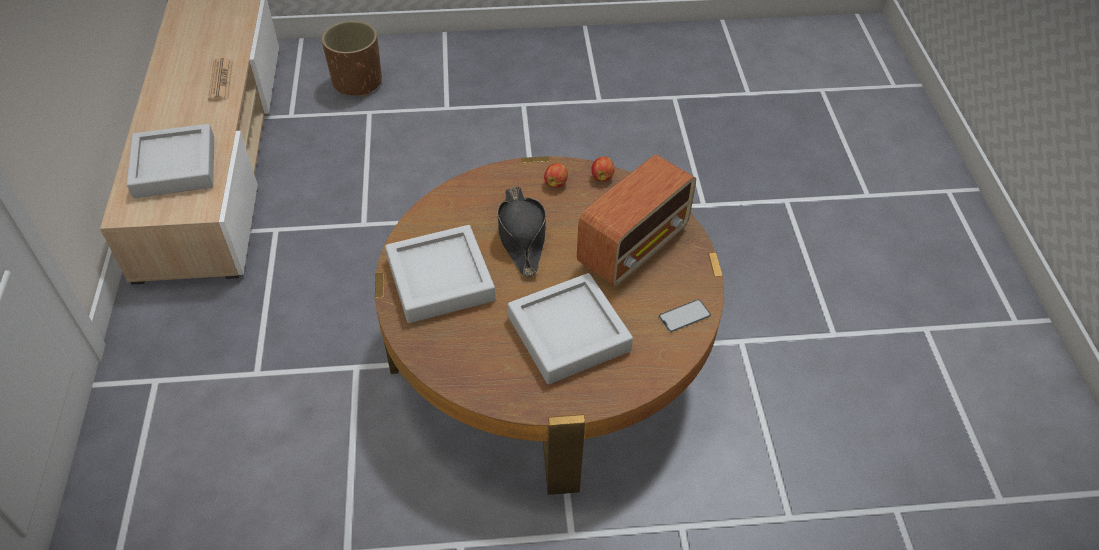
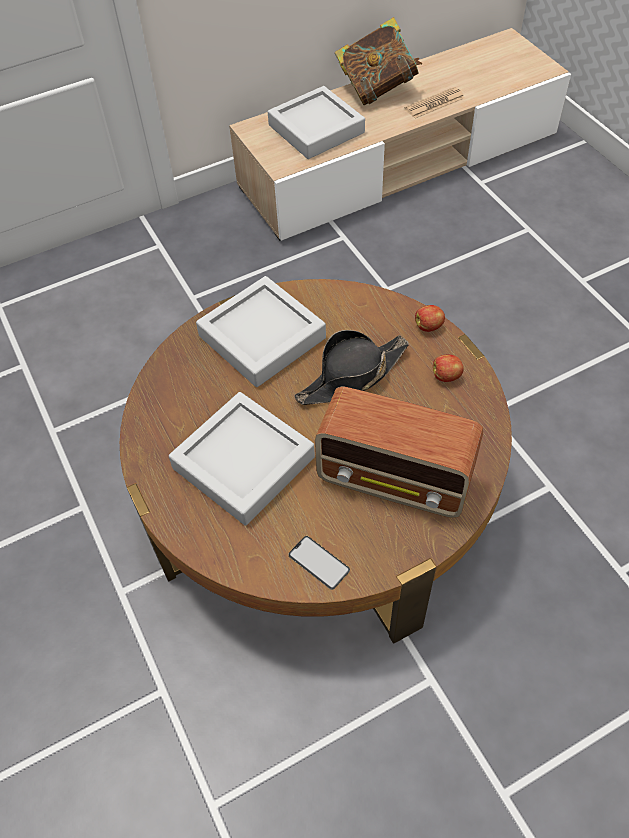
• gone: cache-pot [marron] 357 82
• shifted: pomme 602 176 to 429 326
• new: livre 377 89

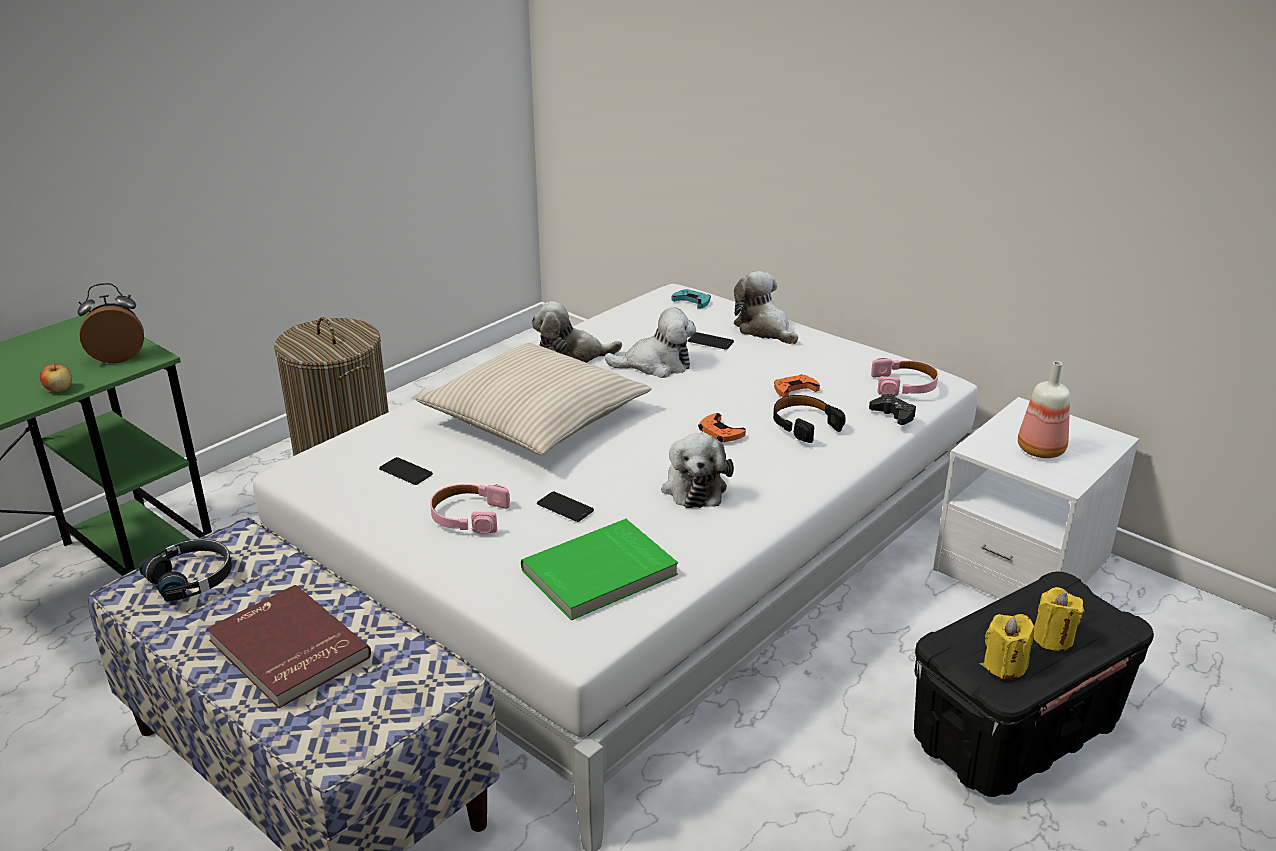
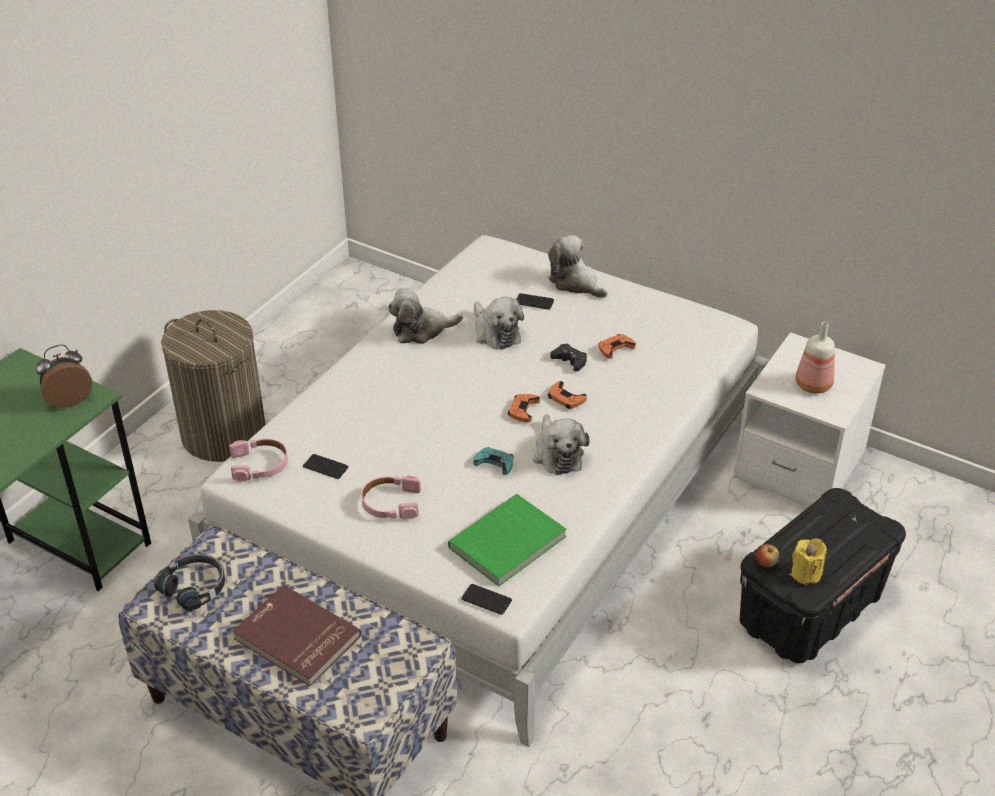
• shifted: manette [turquoise] 692 301 to 494 463
• rotated: peluche 656 365 = 495 333 75 degrees clockwise
• gone: coussin [beige] 535 417
• shifted: casque audio [rose] 904 385 to 260 465
• shifted: pomme 59 389 to 766 562
• shifted: manette [noir] 893 415 to 570 361
• gone: casque audio [noir] 804 424
• shifted: téléphone 565 507 to 486 600
• gone: bougie [jaune] 1053 638
• new: manette [orange] 523 410

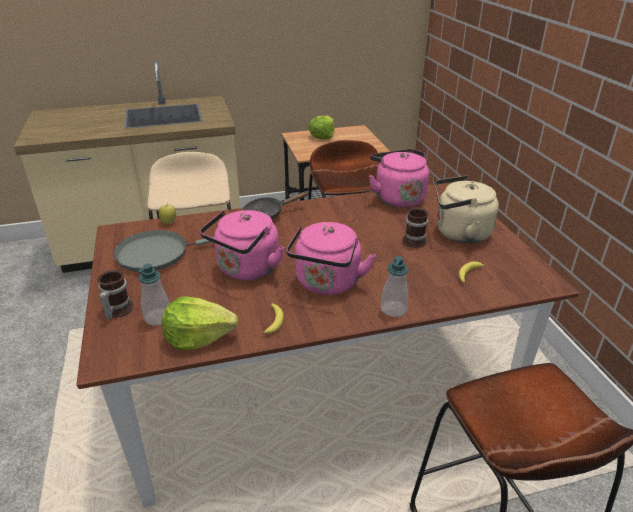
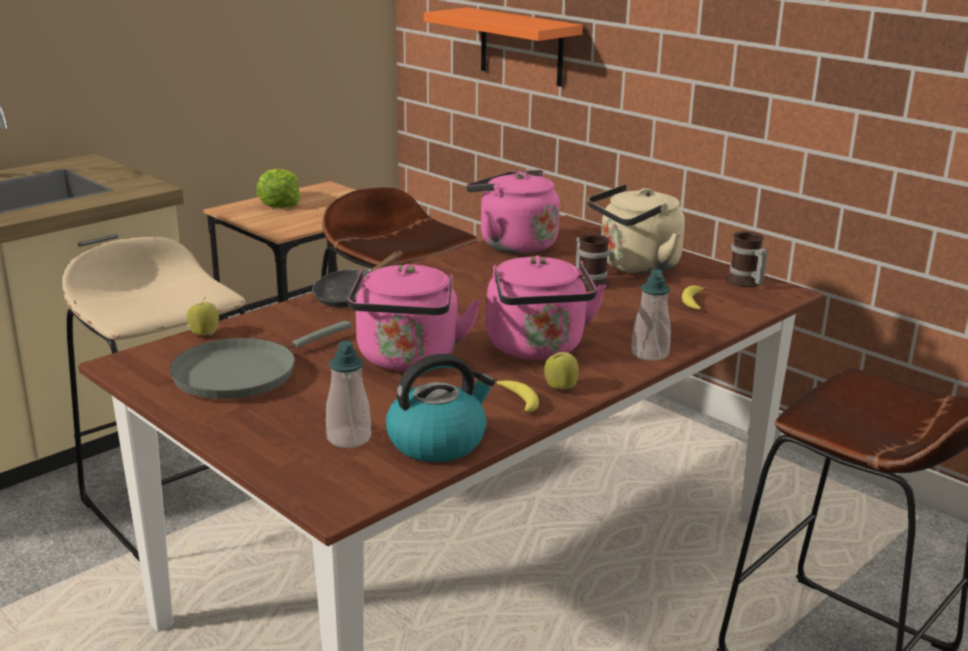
• shifted: mug 116 310 to 744 282
• swapped: laitue 198 337 to bouilloire 438 441
• new: étagère [orange] 521 47
• new: pomme 560 387

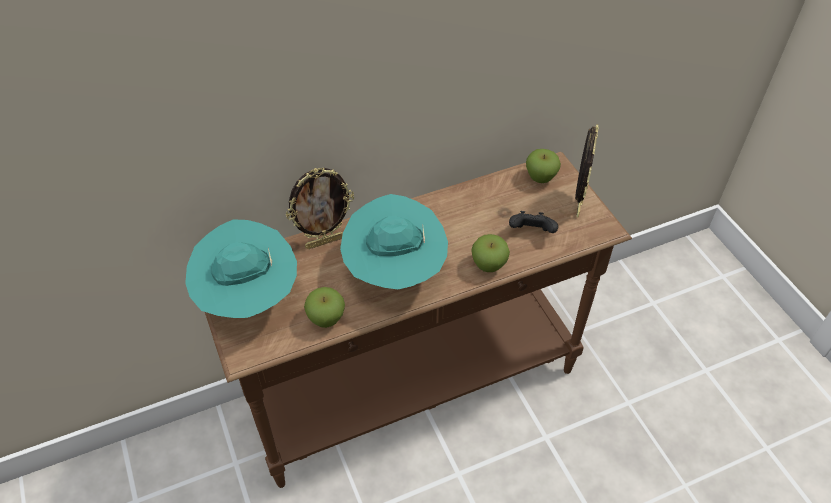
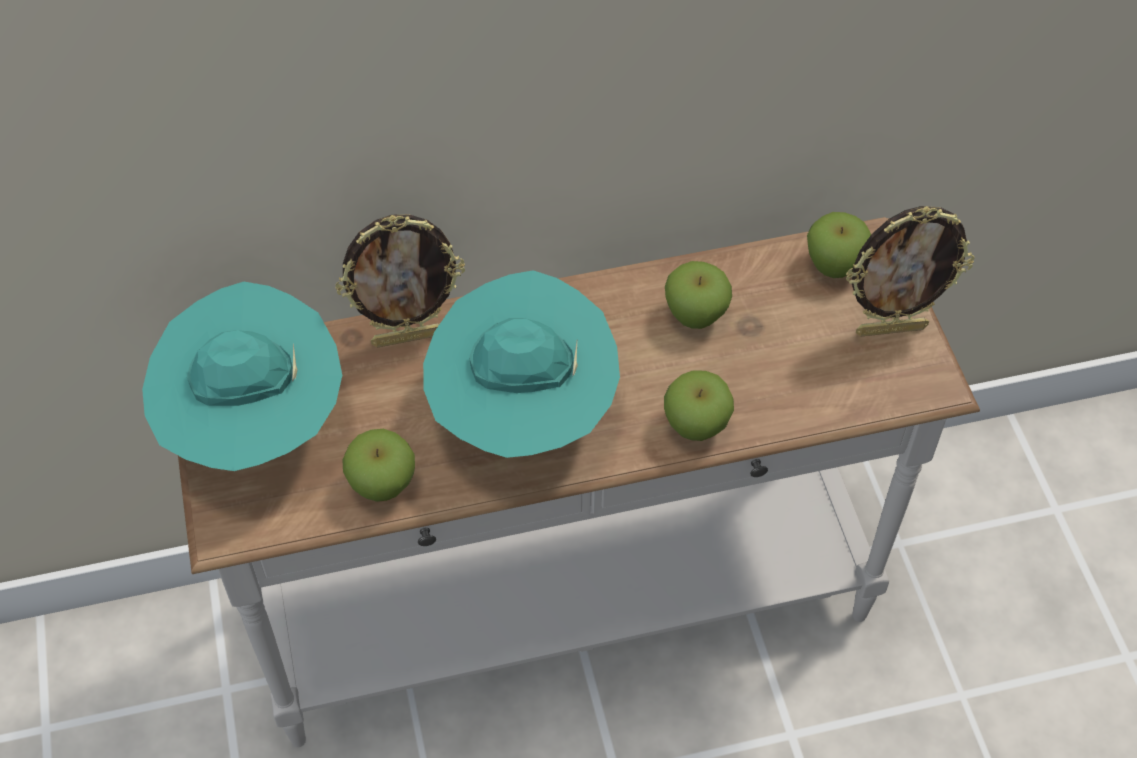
• rotated: cadre photo 577 204 = 890 329 60 degrees clockwise
• repainted: table console [marron] 415 391 to table console [blanc] 568 611
• gone: manette [noir] 531 232
• new: pomme 695 316

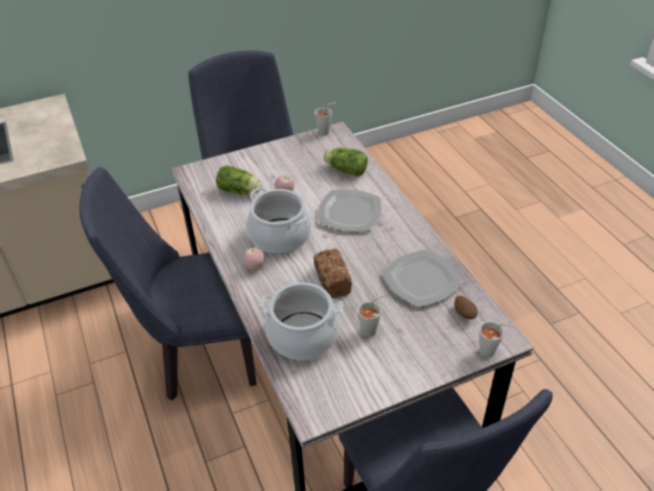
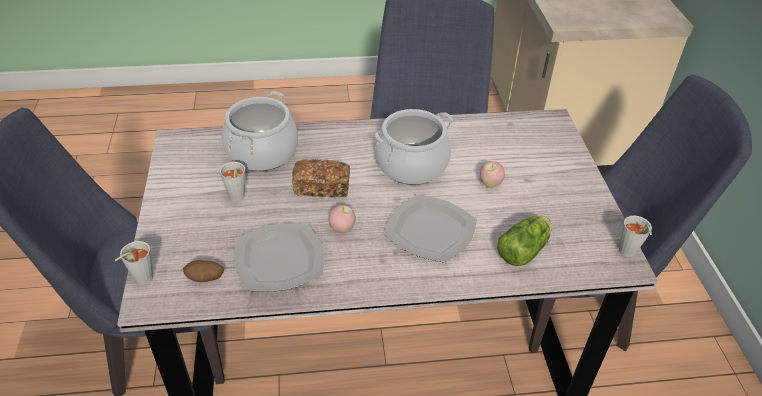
• gone: laitue 240 191
• shifted: pomme 255 267 to 342 229

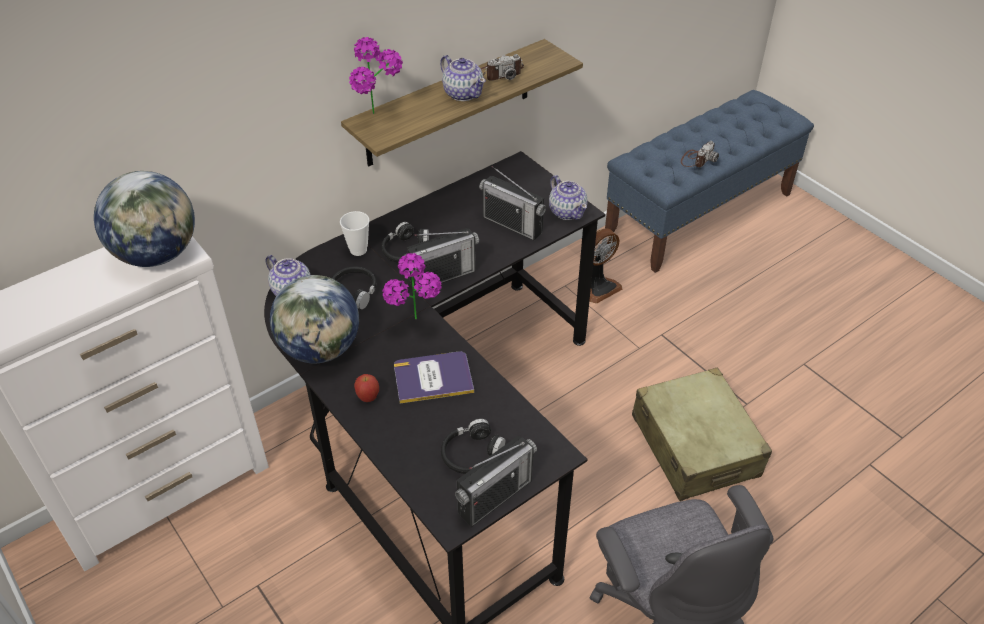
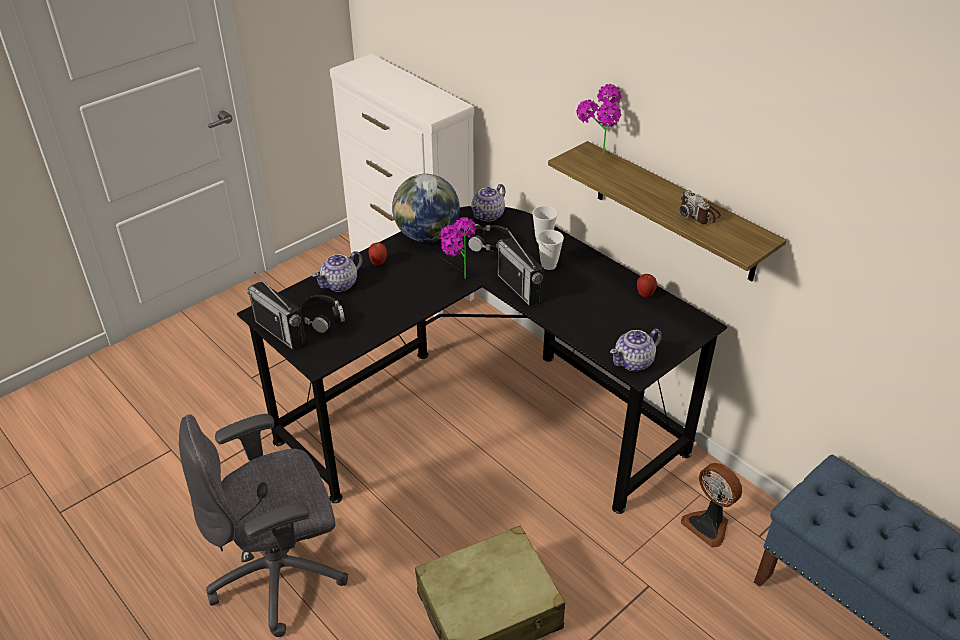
• shifted: théière 463 93 to 340 284
• gone: appareil photo 697 159
• gone: radio 512 224
• gone: globe 157 254
• swapped: casque audio [noir] 406 250 to tasse 548 265
• gone: livre 433 378
• new: pomme 645 295

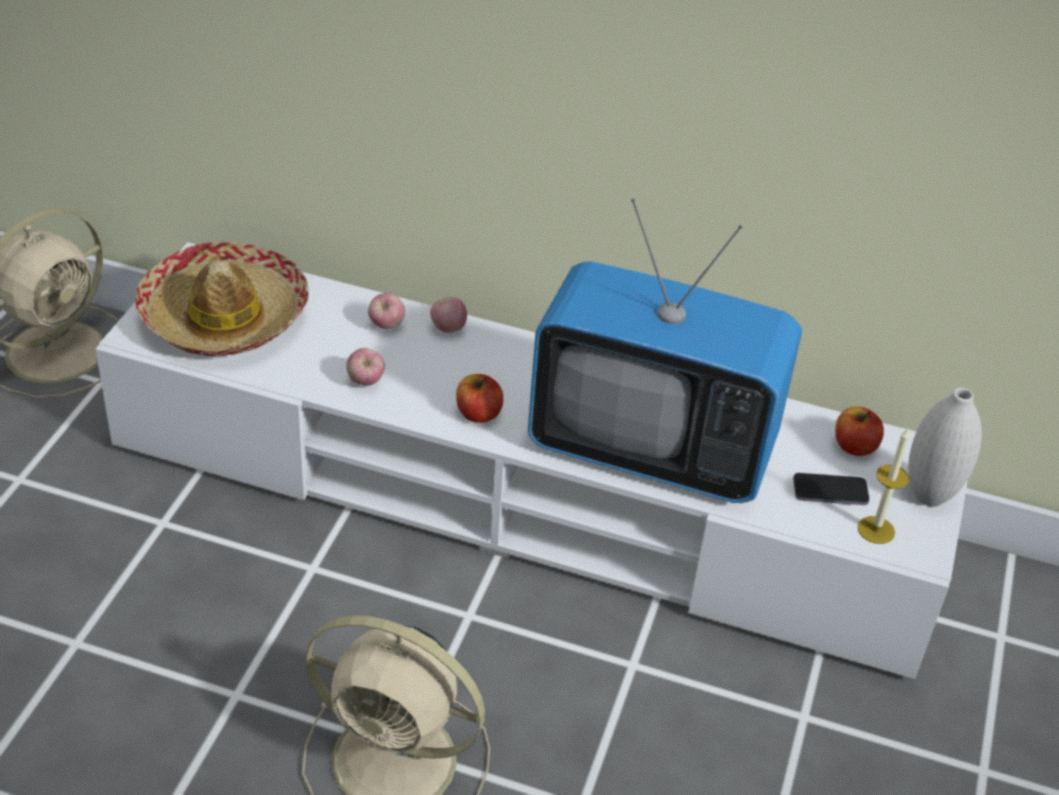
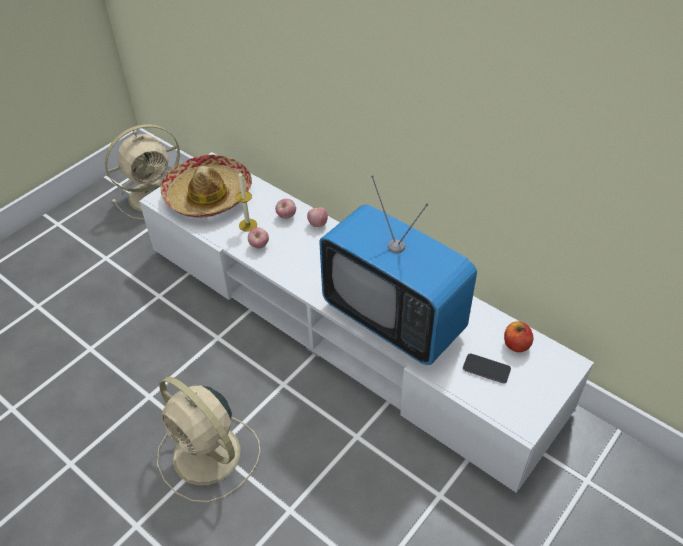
• gone: pomme 478 414
• gone: vase [blanc] 929 496
• shifted: bougie 876 530 to 248 225

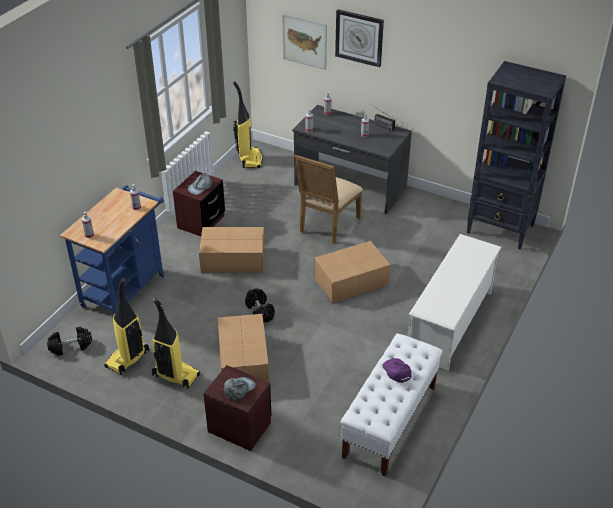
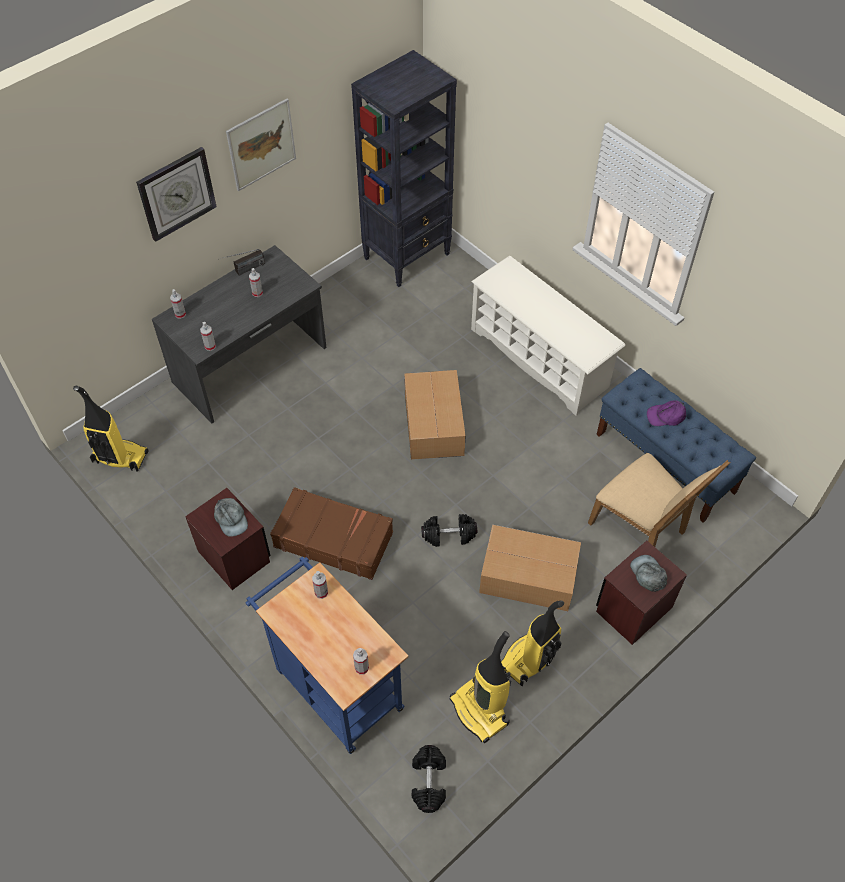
• shifted: tableau 304 41 to 261 144
• shifted: chaise [beige] 326 226 to 642 529
• swapped: carton 232 259 to valise [marron] 333 539
• repainted: banc [blanc] 390 421 to banc [bleu] 665 463

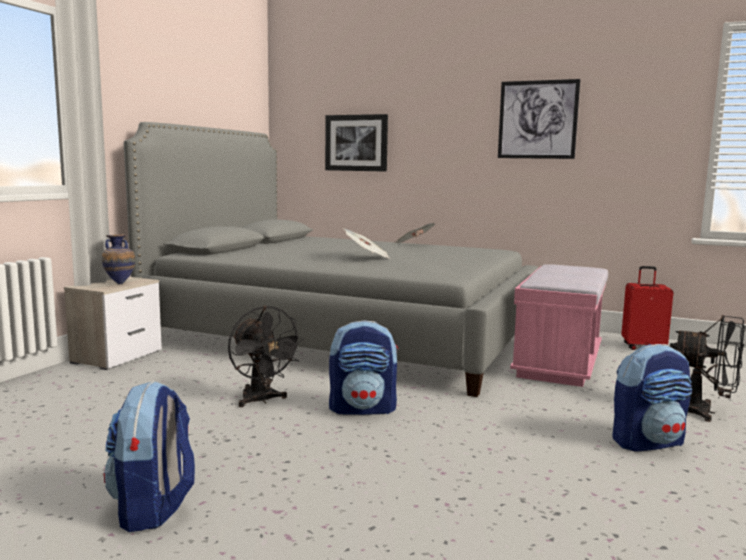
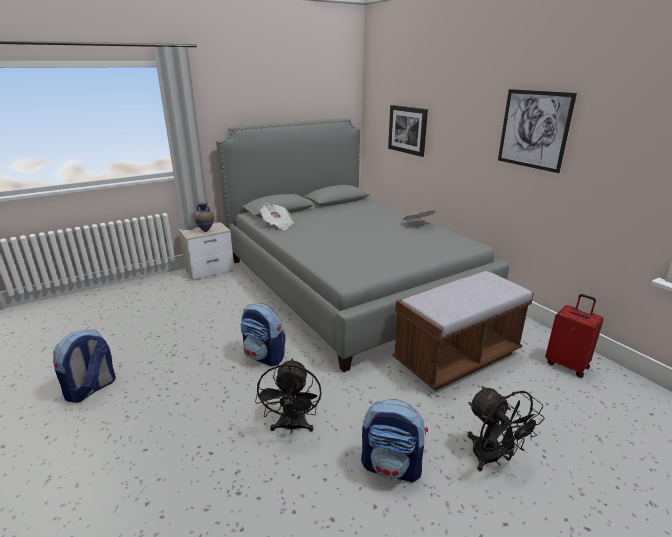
• shifted: journal 367 257 to 277 225
• repainted: banc [rose] 558 363 to banc [marron] 457 358
• shifted: ventilateur [noir] 261 400 to 292 427

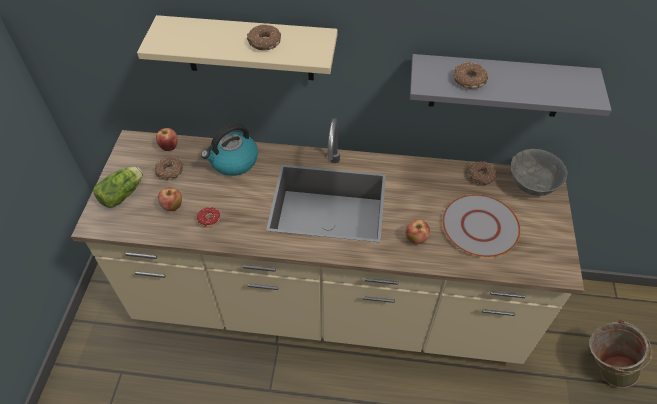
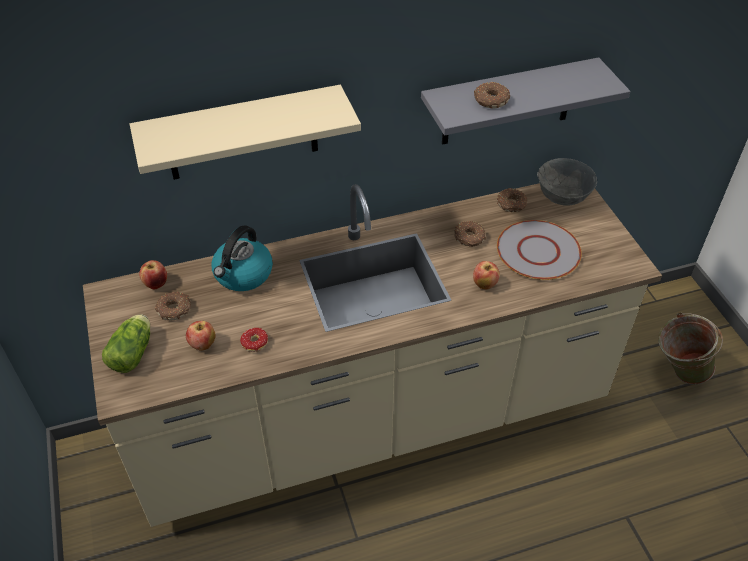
• shifted: beignet 264 42 to 469 238

